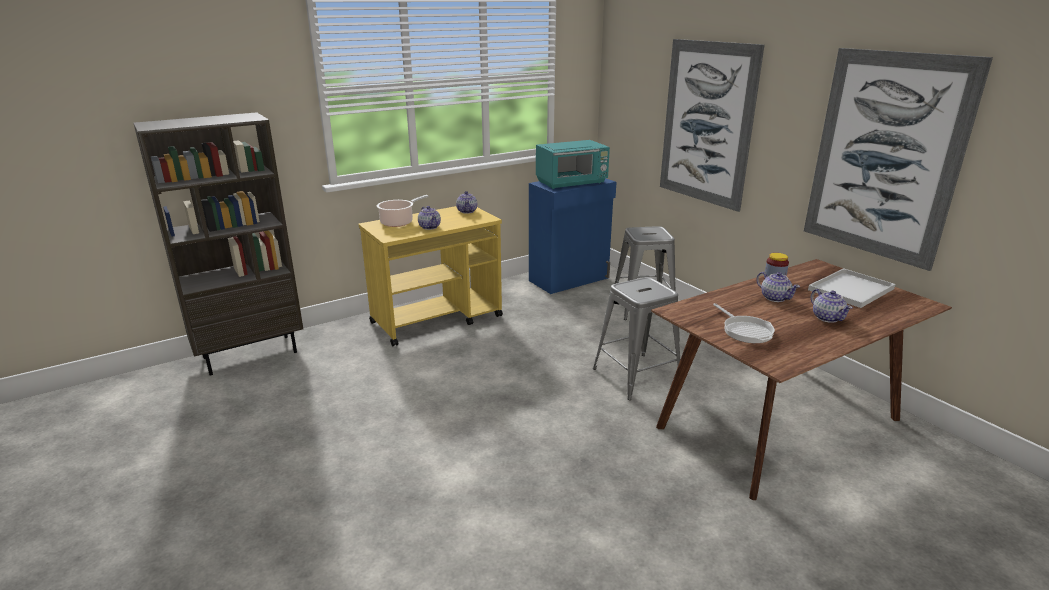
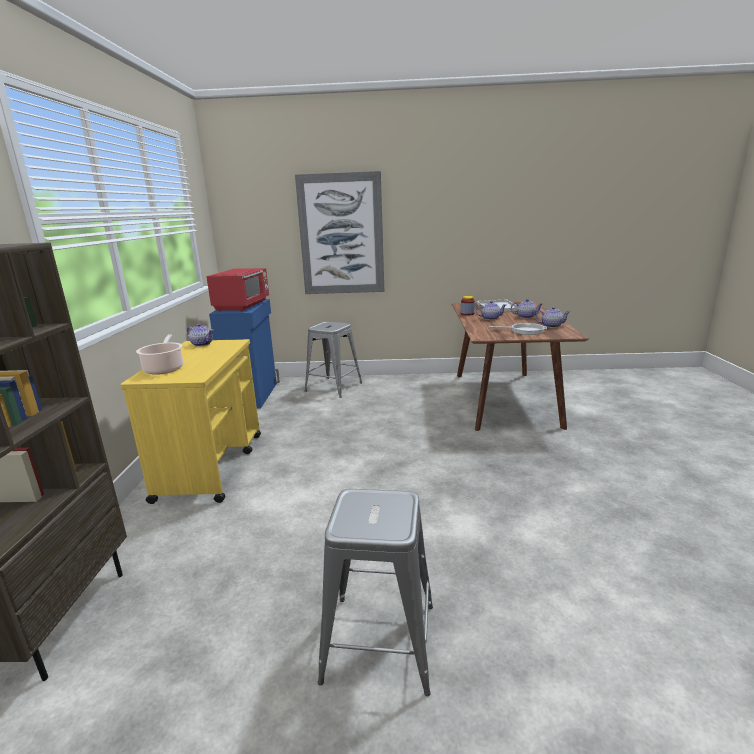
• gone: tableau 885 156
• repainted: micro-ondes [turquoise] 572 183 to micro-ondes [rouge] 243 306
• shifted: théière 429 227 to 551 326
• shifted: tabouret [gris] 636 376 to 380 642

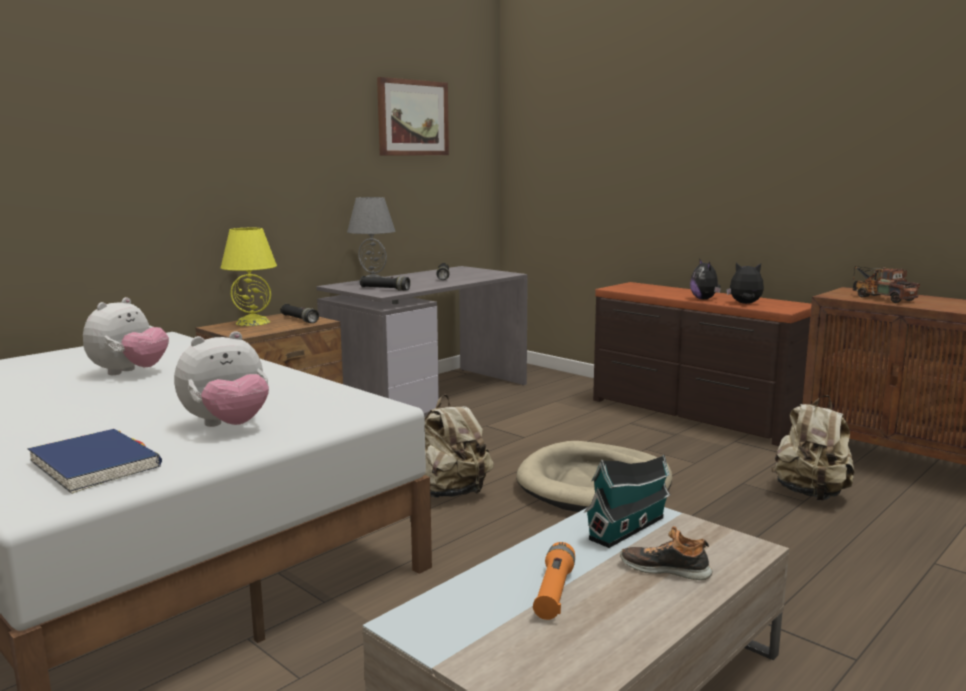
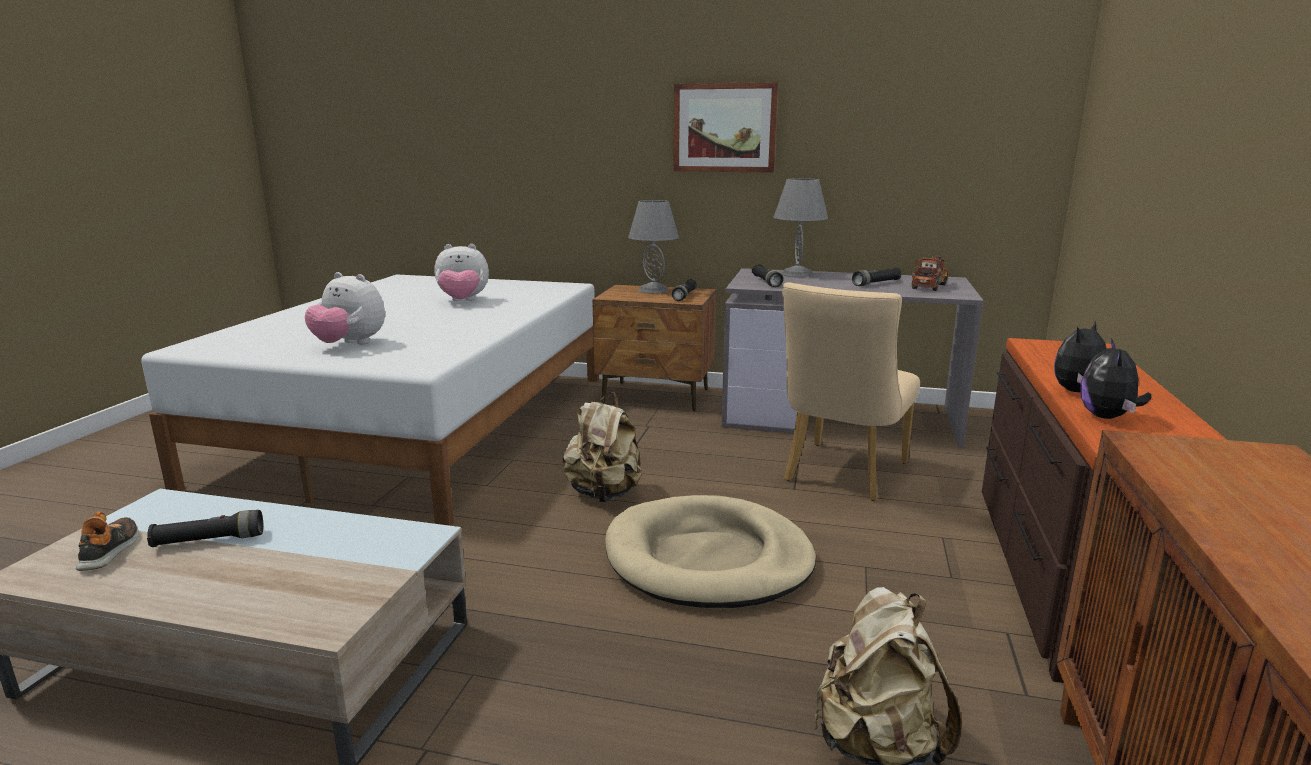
• shifted: tableau 412 118 to 724 128
• repainted: lampe de table [jaune] 252 322 to lampe de table [gris] 653 290
• rotated: peluche 745 304 = 1107 417 150 degrees counterclockwise
• shifted: camion jouet 880 298 to 930 286
• gone: livre [bleu] 95 465
• gone: maison miniature 629 527
• shifted: chaussure 665 569 to 111 550
• repainted: lampe de poche [orange] 554 592 to lampe de poche [noir] 209 541
• new: chaise [beige] 841 475

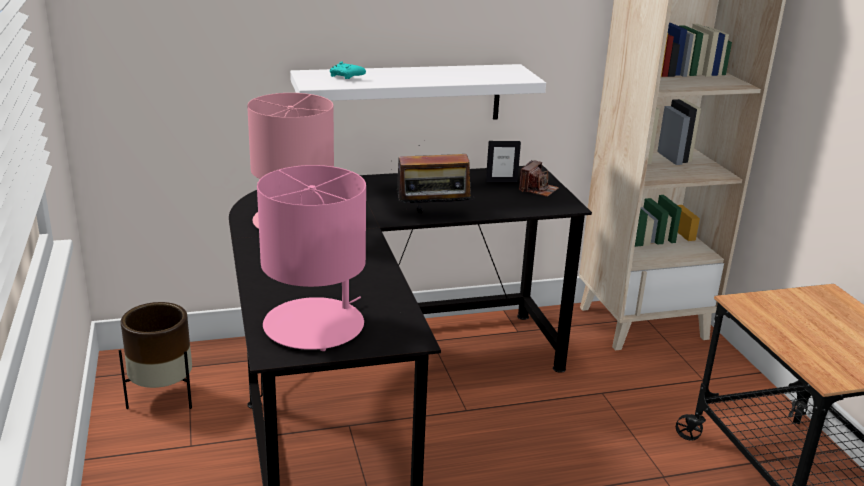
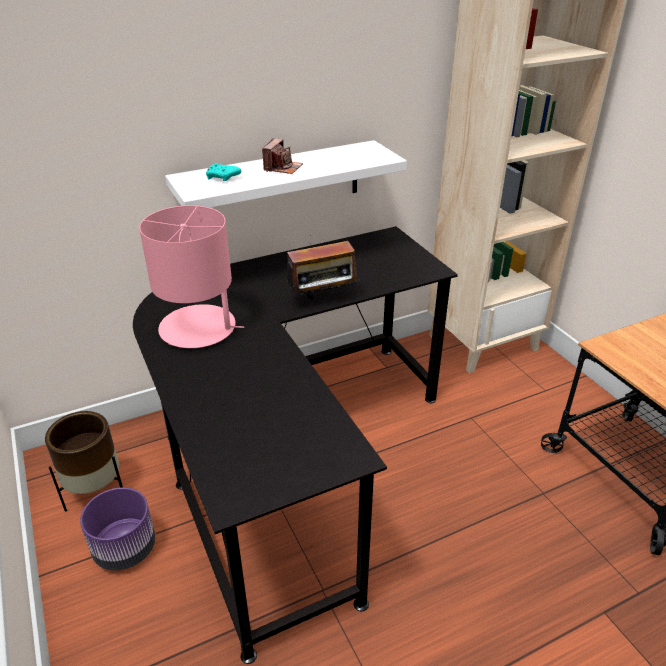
• gone: cadre photo 501 181
• shifted: appareil photo 538 189 to 282 168
• gone: lampe de table [rose] 315 325
• new: cache-pot [violet] 125 548

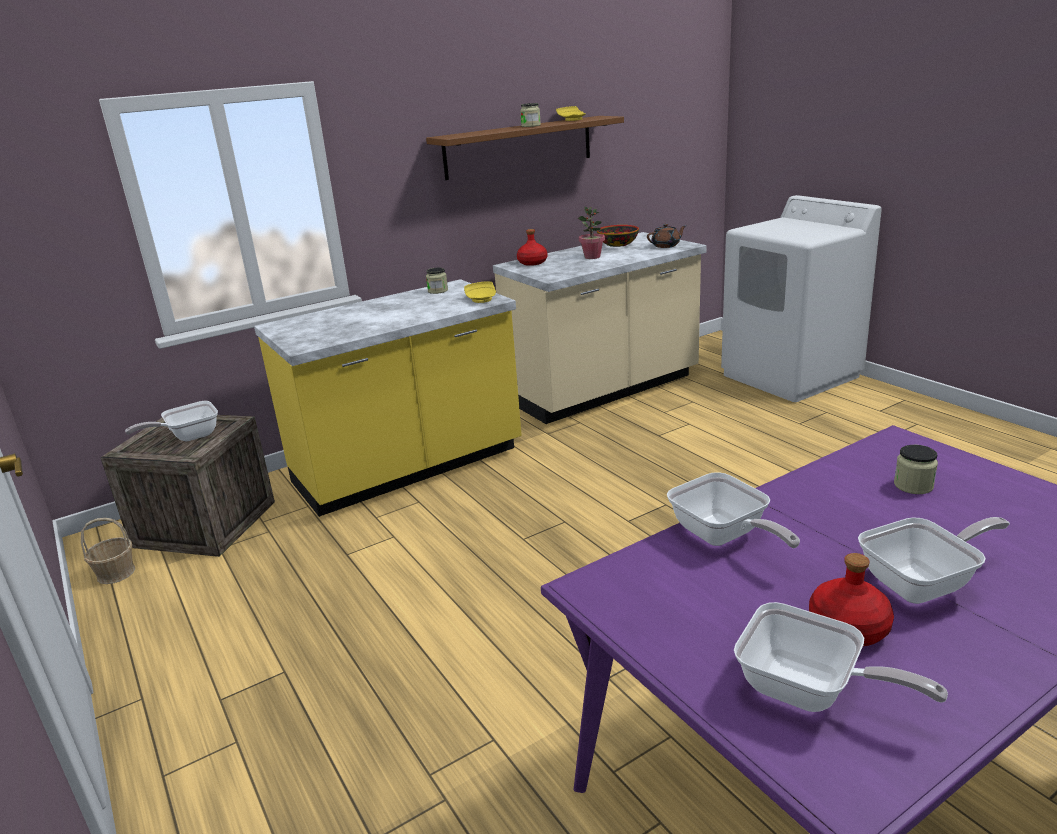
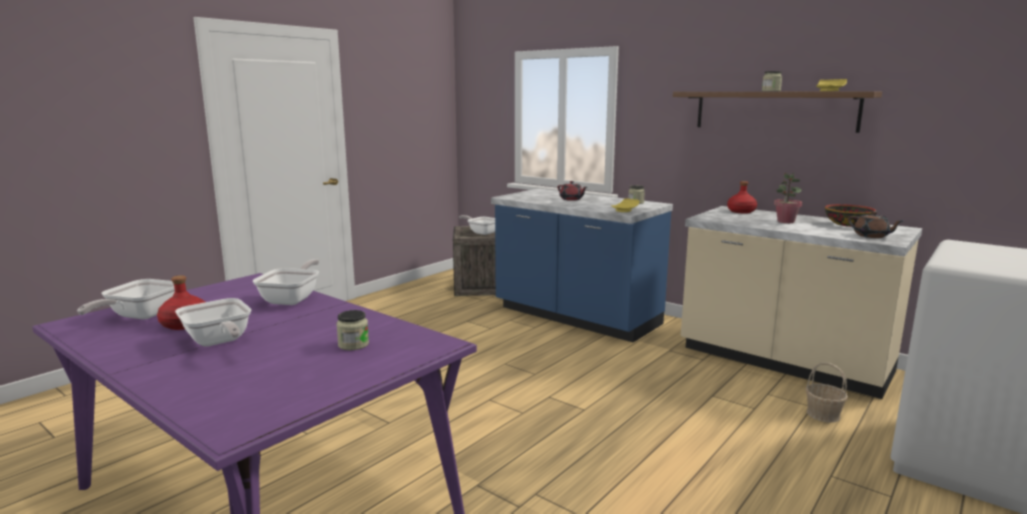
• repainted: comptoir de cuisine [jaune] 409 468 to comptoir de cuisine [bleu] 576 317
• rotated: poêle 723 537 = 293 299 150 degrees clockwise
• shifted: panier 116 573 to 823 414
• new: théière [rouge] 571 199

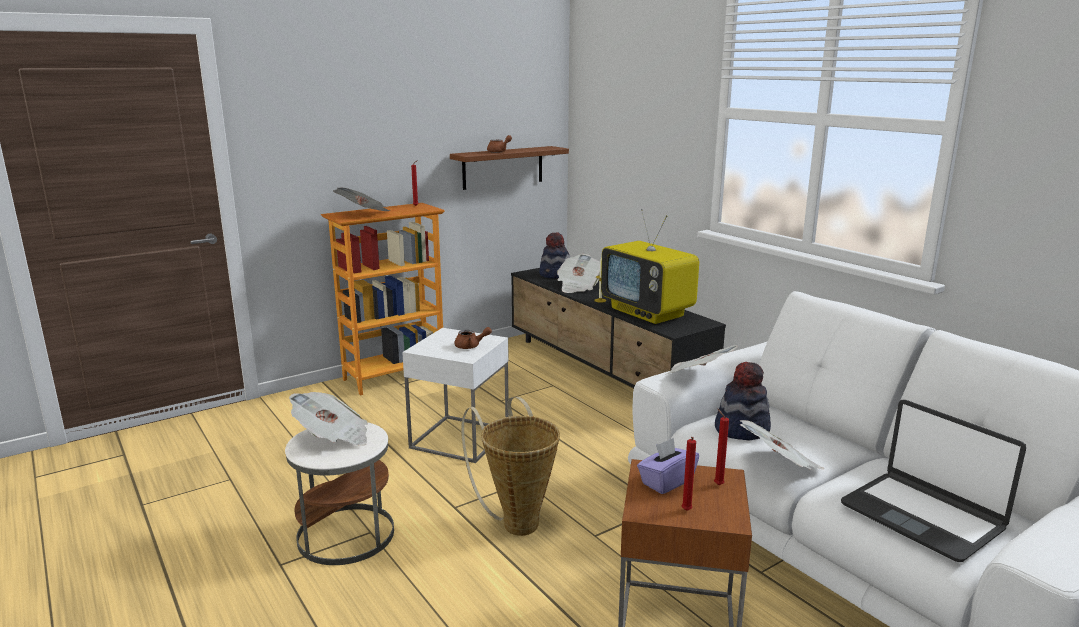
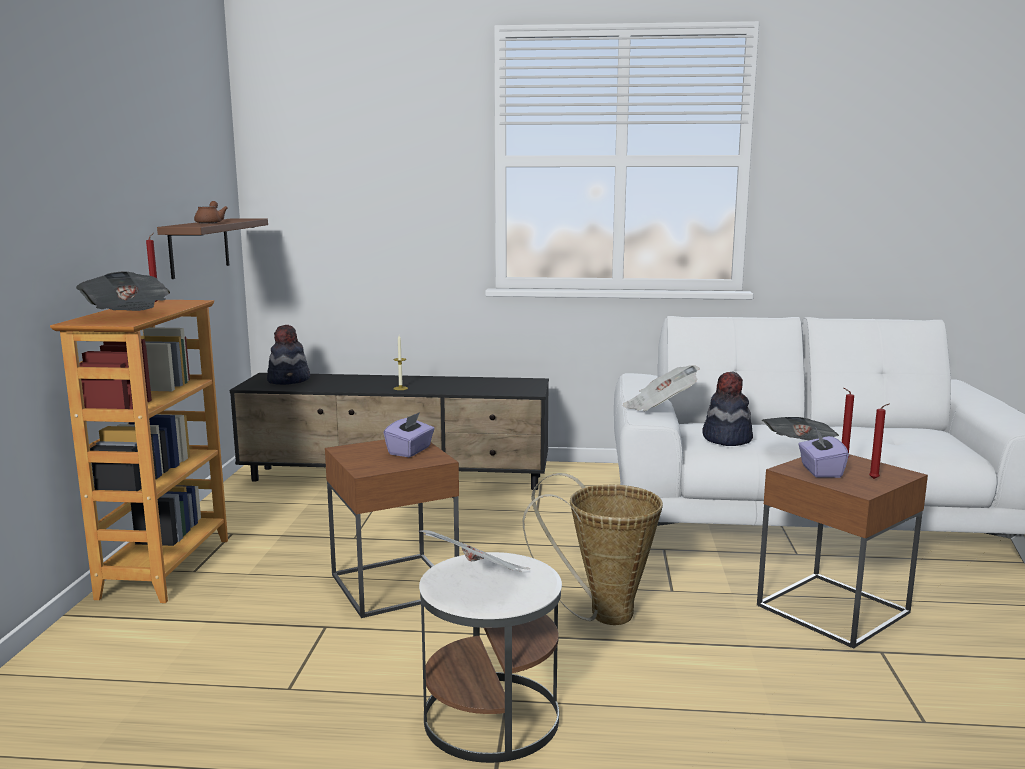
• gone: téléviseur 648 312
• gone: journal 578 286
• swapped: théière [marron] 471 346 to boîte à mouchoirs [violet] 410 451
• repainted: table d'appoint [blanc] 459 438 to table d'appoint [marron] 394 585
• gone: ordinateur portable 922 516

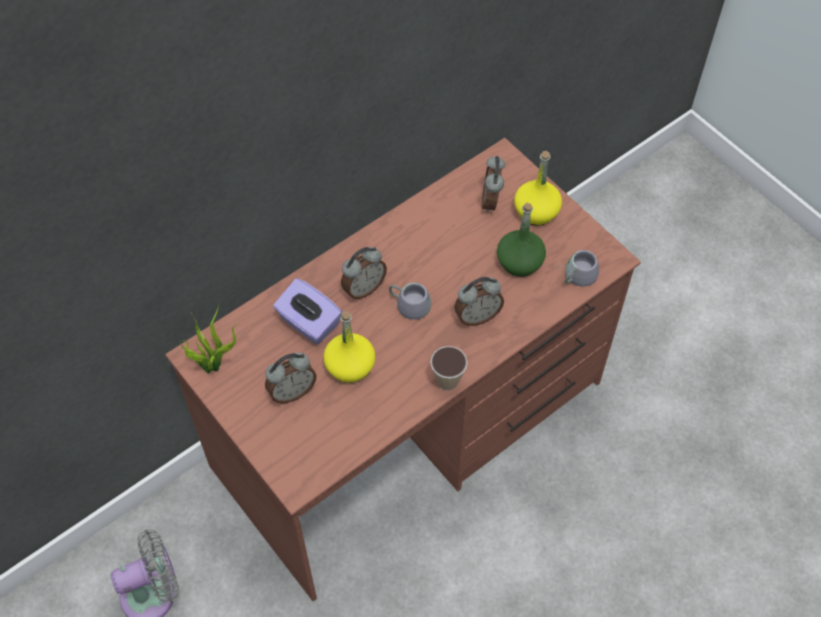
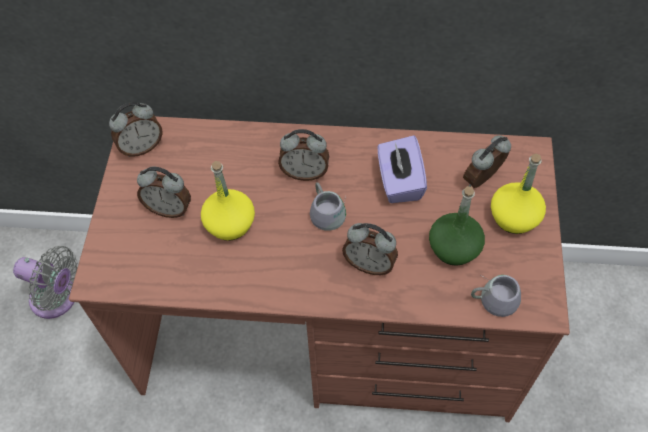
• shifted: boîte à mouchoirs [violet] 309 323 to 399 182
• swapped: plante en pot 214 365 to réveil 141 147
• gone: tasse 447 381

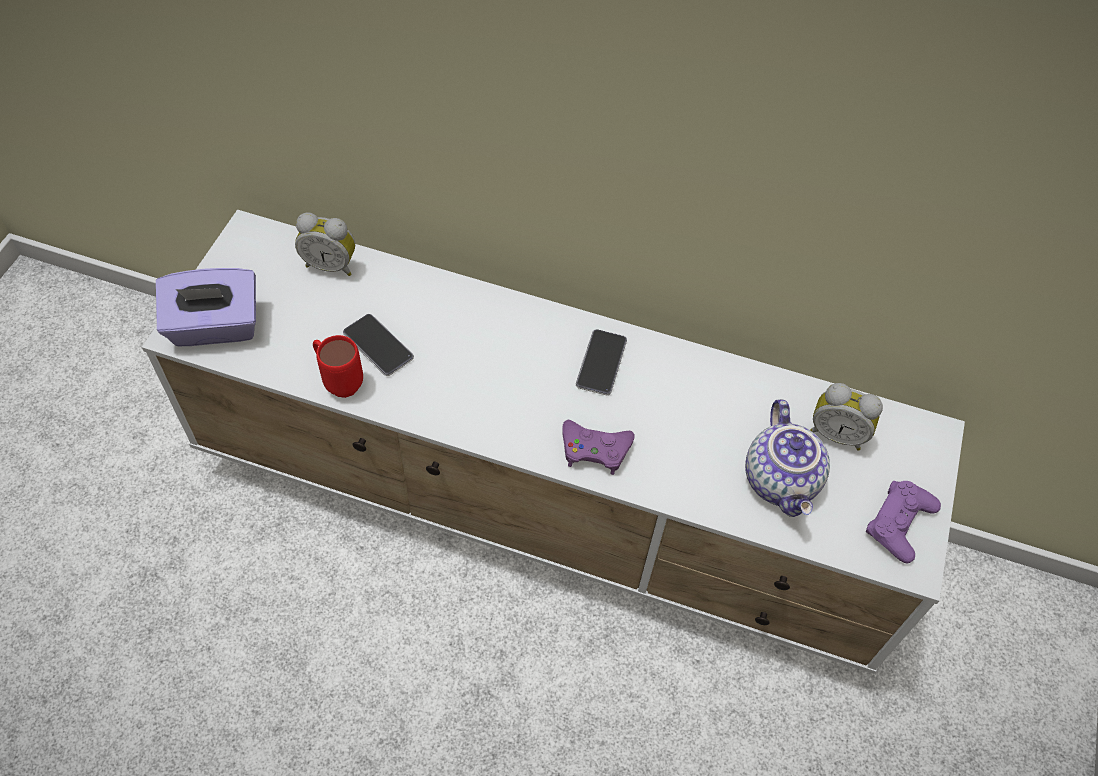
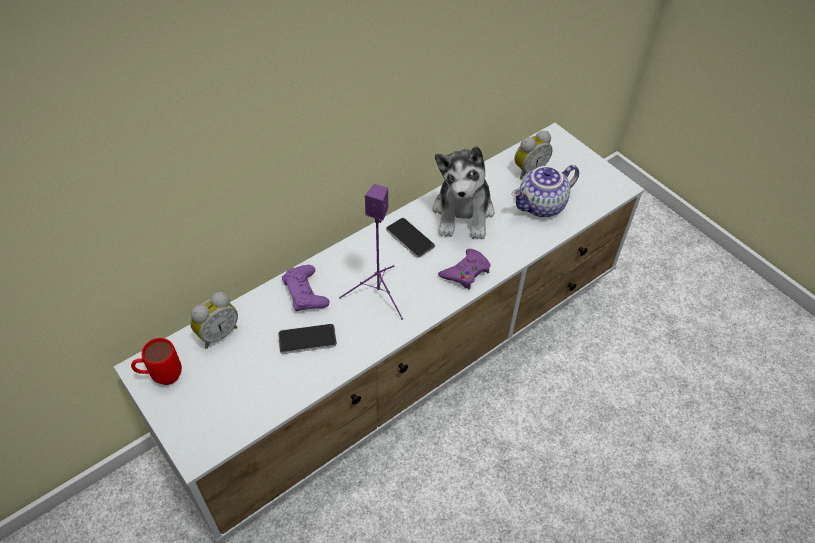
• gone: boîte à mouchoirs [violet] 215 327
• shifted: mug [rouge] 339 381 to 161 377
• rotated: théière 782 481 = 541 206 120 degrees clockwise
• shifted: manette [violet] 900 523 to 305 292
• new: peluche 463 212
• new: enceinte [violet] 379 294

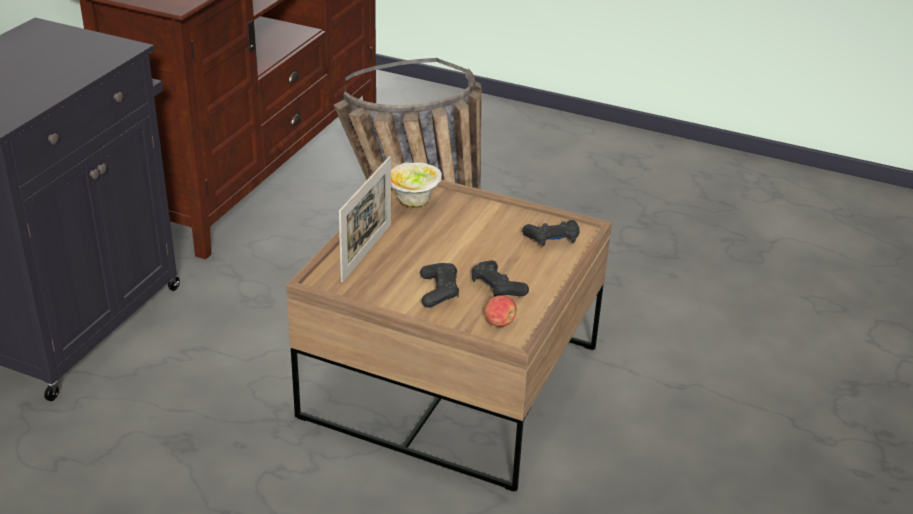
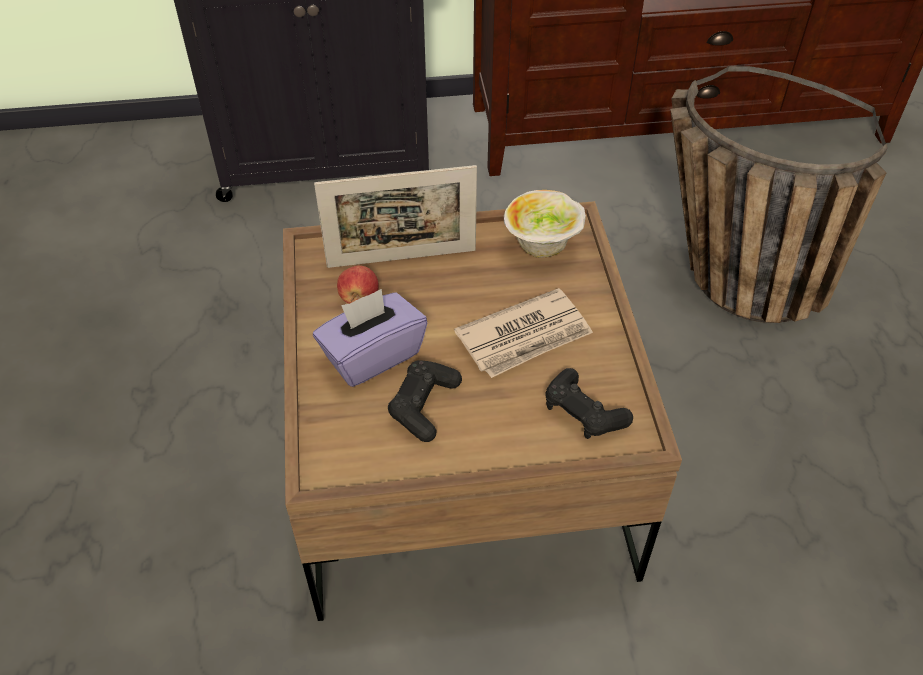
• swapped: manette [noir] 439 291 to boîte à mouchoirs [violet] 372 355
• shifted: pomme 499 323 to 359 298
• new: journal 525 337

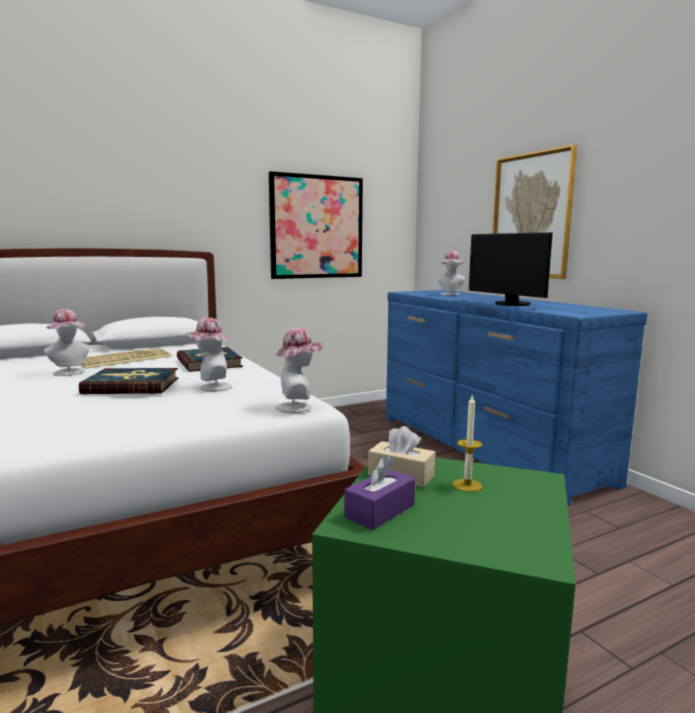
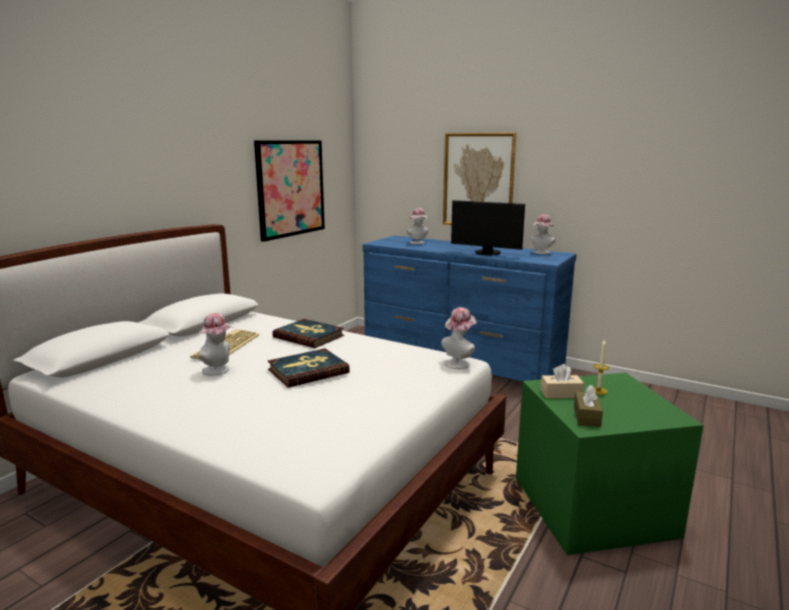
• shifted: chapeau 211 388 to 541 253
• repainted: boîte à mouchoirs [violet] 380 511 to boîte à mouchoirs [marron] 586 416

